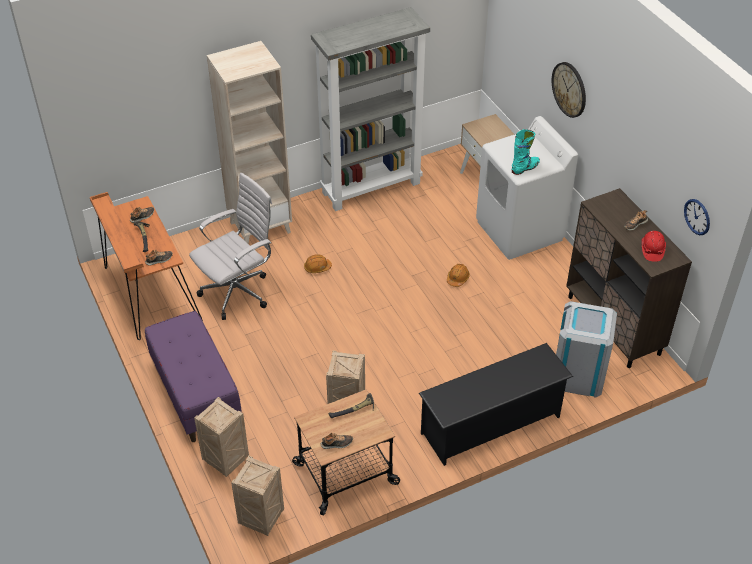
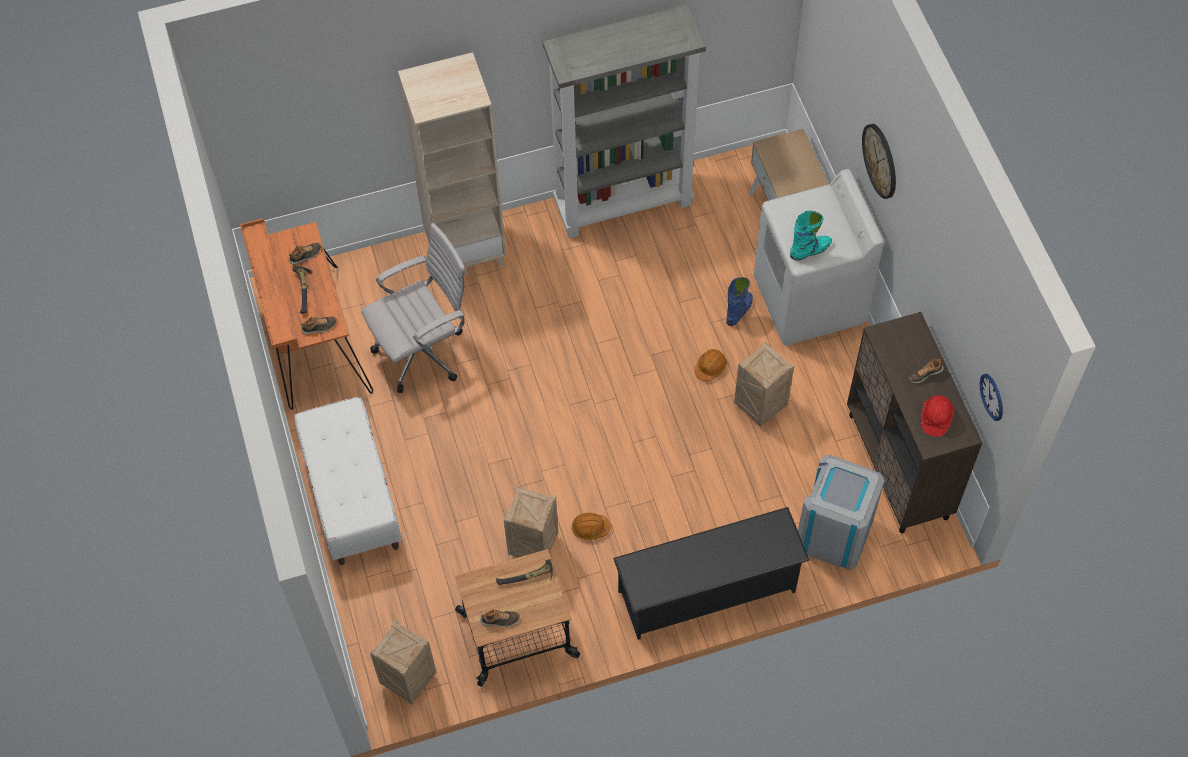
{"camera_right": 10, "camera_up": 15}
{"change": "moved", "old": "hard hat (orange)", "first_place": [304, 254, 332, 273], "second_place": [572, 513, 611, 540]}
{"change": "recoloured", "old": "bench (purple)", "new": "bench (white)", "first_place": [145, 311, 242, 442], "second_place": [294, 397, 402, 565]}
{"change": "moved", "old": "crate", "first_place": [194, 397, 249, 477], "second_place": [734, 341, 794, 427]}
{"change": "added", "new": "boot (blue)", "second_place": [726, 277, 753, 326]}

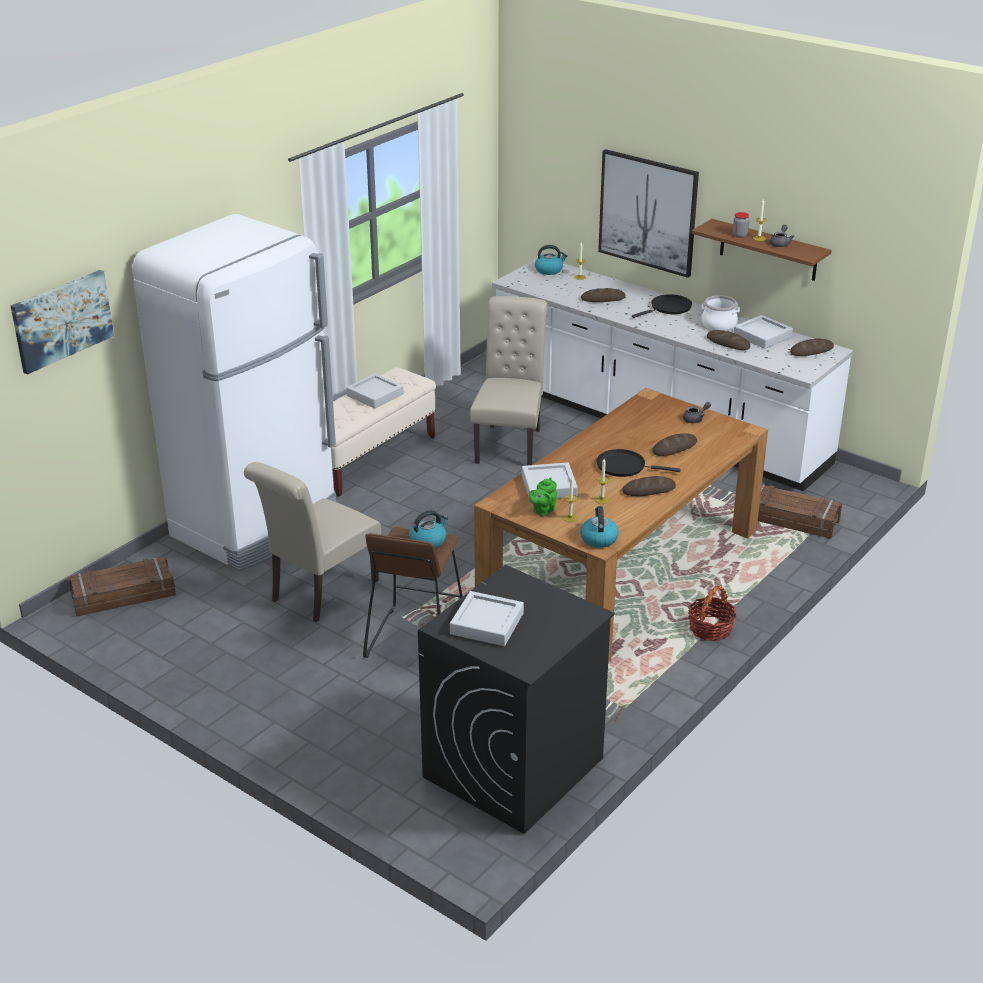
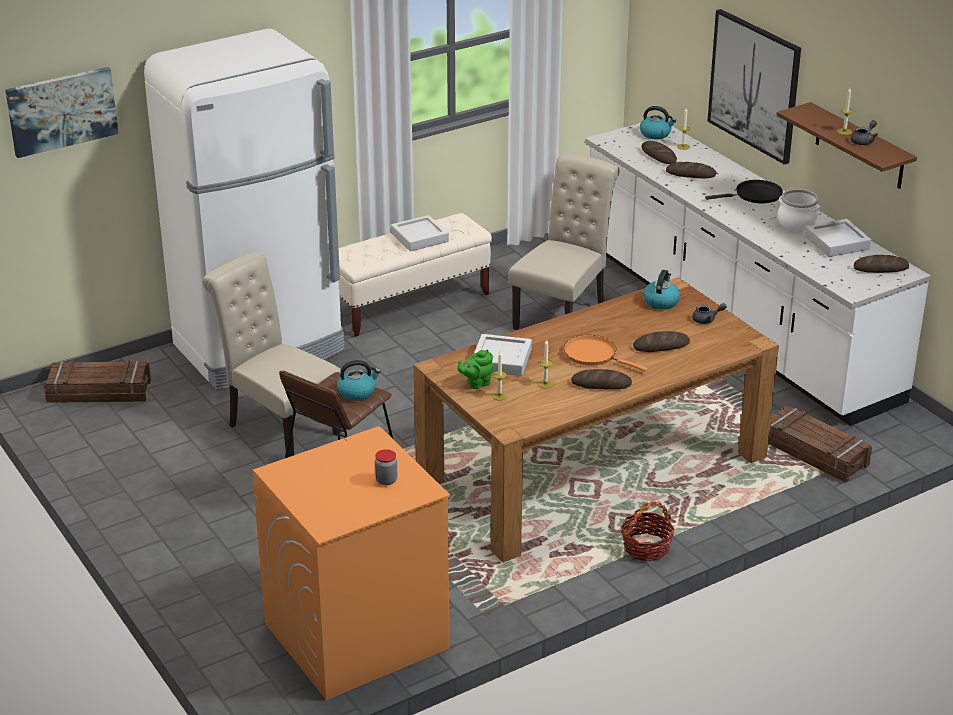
{"camera_right": 20, "camera_up": 0}
{"change": "moved", "old": "jar", "first_place": [733, 212, 749, 238], "second_place": [375, 449, 397, 485]}
{"change": "moved", "old": "bread", "first_place": [707, 330, 751, 350], "second_place": [641, 141, 677, 164]}
{"change": "recoloured", "old": "frying pan (black)", "new": "frying pan (orange)", "first_place": [596, 449, 681, 477], "second_place": [564, 335, 648, 372]}
{"change": "turned", "old": "chair (beige)", "first_place": [244, 462, 381, 622], "second_place": [202, 252, 341, 457], "degrees": 75}
{"change": "moved", "old": "kettle", "first_place": [580, 506, 619, 548], "second_place": [643, 270, 680, 309]}
{"change": "recoloured", "old": "washing machine (black)", "new": "washing machine (orange)", "first_place": [418, 565, 615, 834], "second_place": [252, 426, 450, 700]}
{"change": "removed", "old": "tray (grey)", "first_place": [450, 591, 524, 646]}

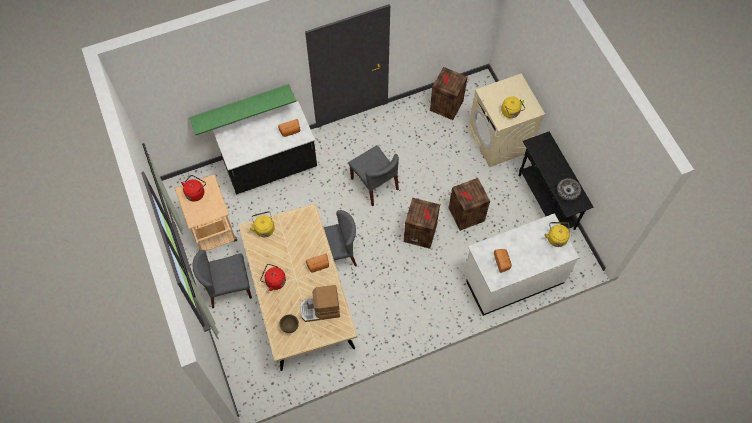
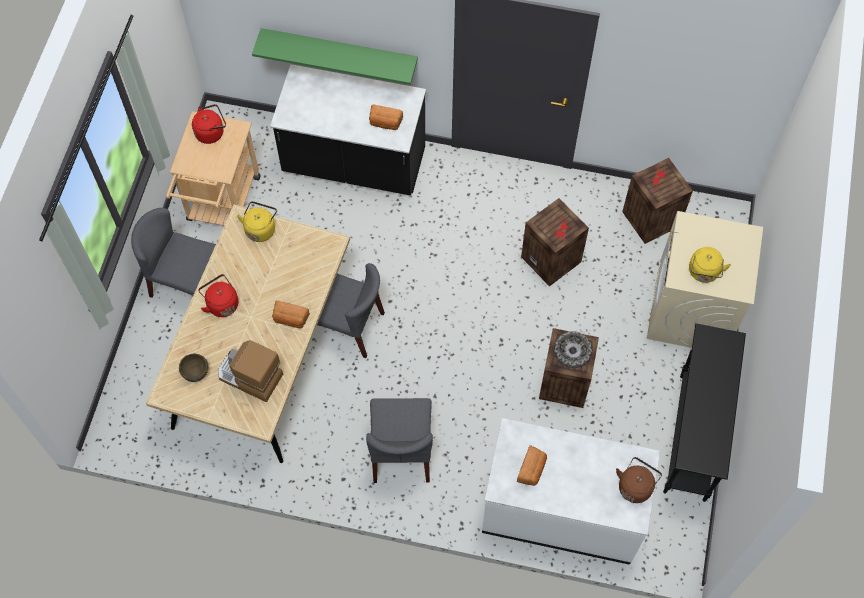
{"camera_right": 35, "camera_up": 0}
{"change": "moved", "old": "chair (grey)", "first_place": [349, 145, 399, 206], "second_place": [366, 398, 433, 483]}
{"change": "moved", "old": "bowl", "first_place": [557, 178, 581, 201], "second_place": [554, 331, 593, 368]}
{"change": "moved", "old": "crate", "first_place": [404, 198, 440, 249], "second_place": [521, 198, 589, 287]}
{"change": "recoloured", "old": "kettle (yellow)", "new": "kettle (brown)", "first_place": [545, 222, 570, 247], "second_place": [616, 457, 662, 503]}

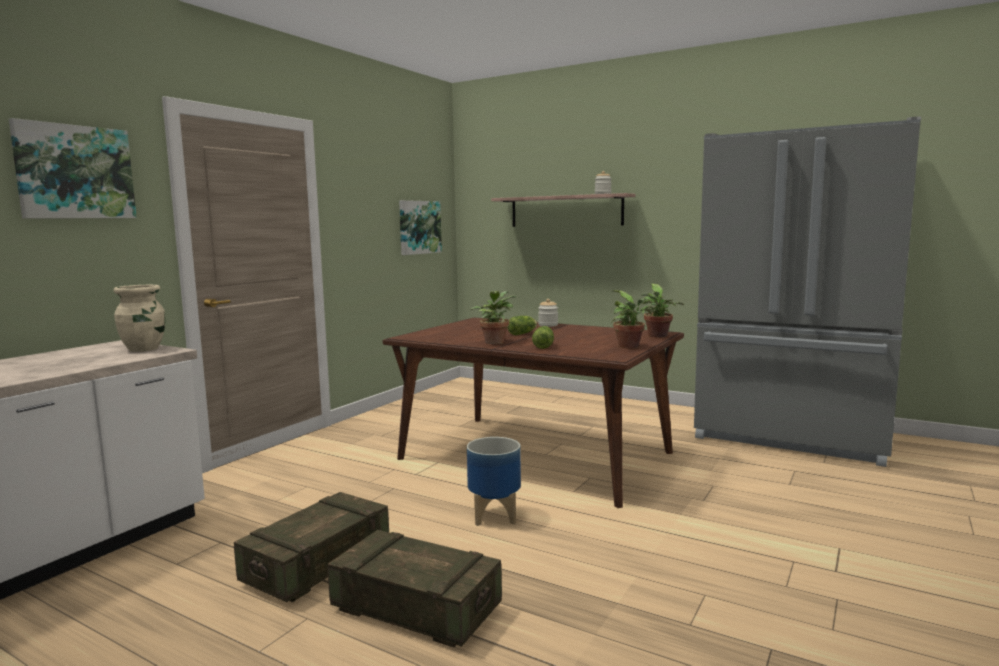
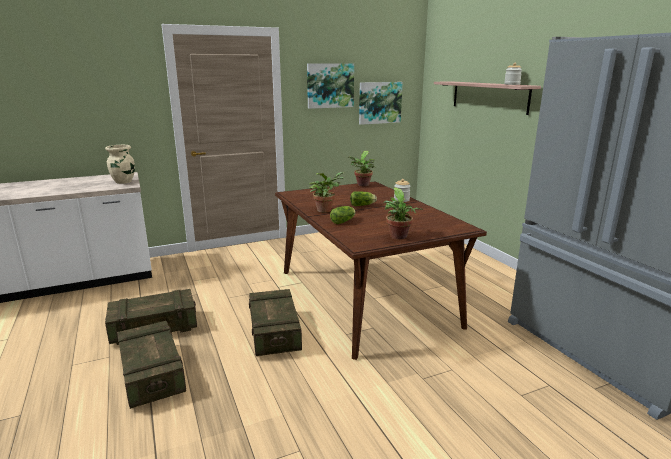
{"camera_right": 35, "camera_up": 10}
{"change": "moved", "old": "picture", "first_place": [9, 118, 137, 219], "second_place": [307, 63, 354, 109]}
{"change": "moved", "old": "potted plant", "first_place": [642, 284, 684, 337], "second_place": [347, 151, 376, 186]}
{"change": "replaced", "old": "planter", "new": "crate", "first_place": [467, 437, 521, 526], "second_place": [249, 289, 302, 356]}

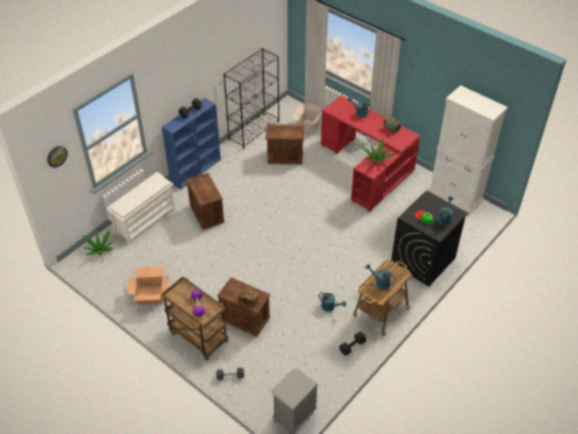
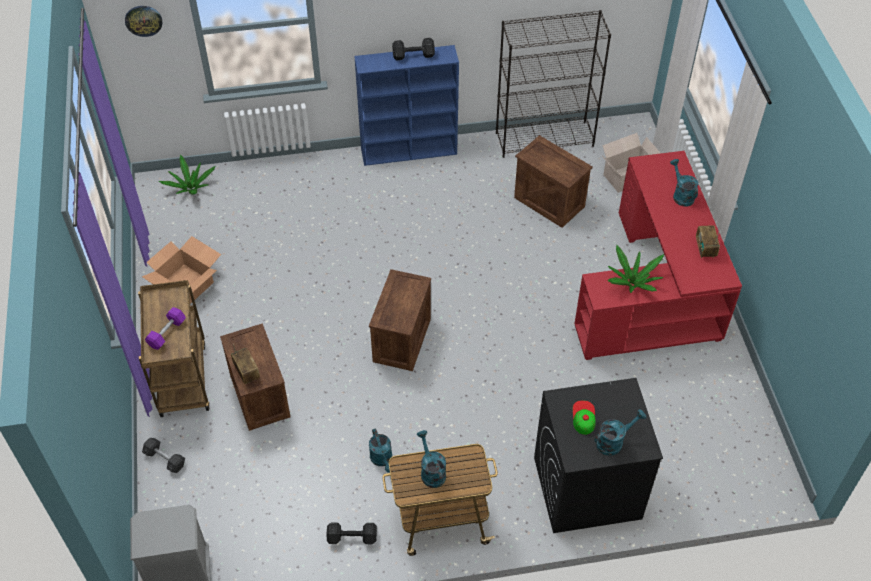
{"camera_right": 40, "camera_up": 5}
{"change": "removed", "old": "cabinet (white)", "first_place": [429, 85, 508, 214]}
{"change": "removed", "old": "shoe rack (white)", "first_place": [106, 172, 175, 244]}
{"change": "moved", "old": "crate", "first_place": [186, 173, 224, 230], "second_place": [369, 269, 431, 371]}

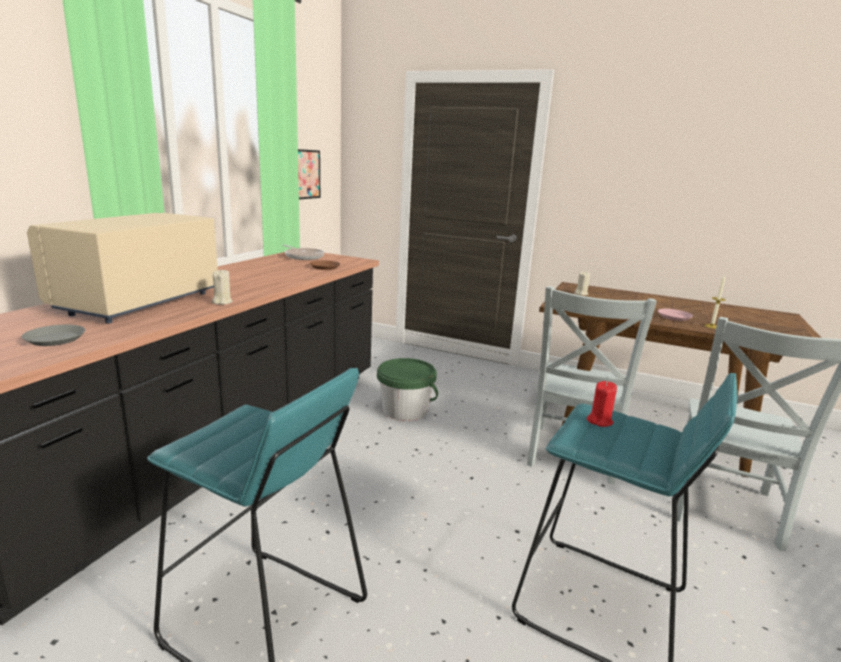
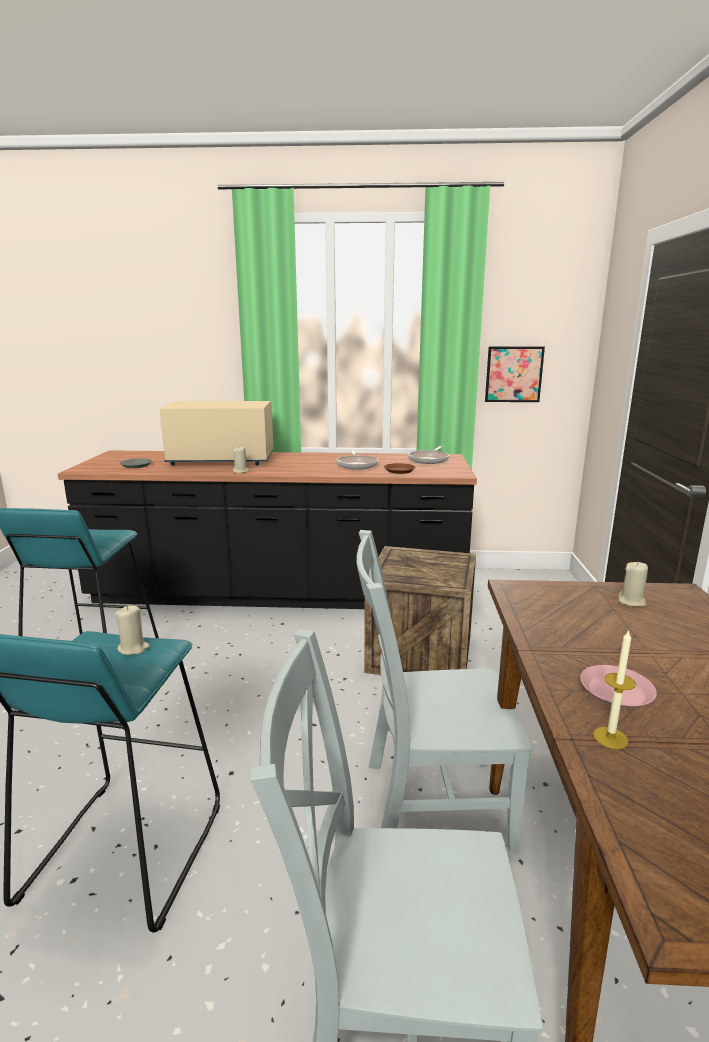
{"camera_right": 70, "camera_up": 0}
{"change": "replaced", "old": "bucket (green)", "new": "crate", "first_place": [377, 358, 438, 421], "second_place": [364, 546, 476, 675]}
{"change": "recoloured", "old": "candle (red)", "new": "candle (beige)", "first_place": [587, 381, 617, 427], "second_place": [115, 605, 150, 655]}
{"change": "added", "new": "frying pan", "second_place": [336, 450, 379, 470]}

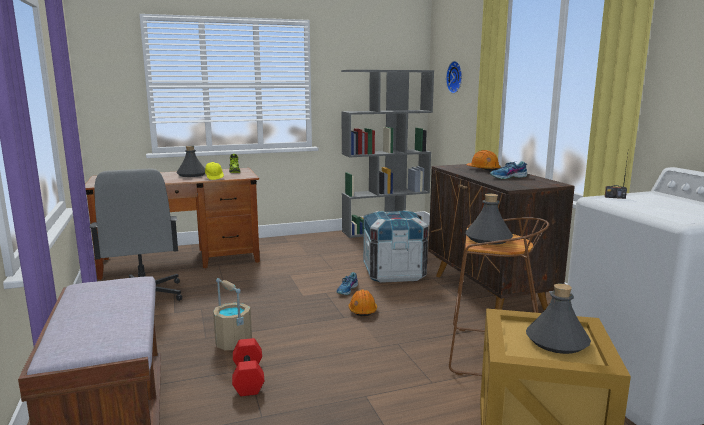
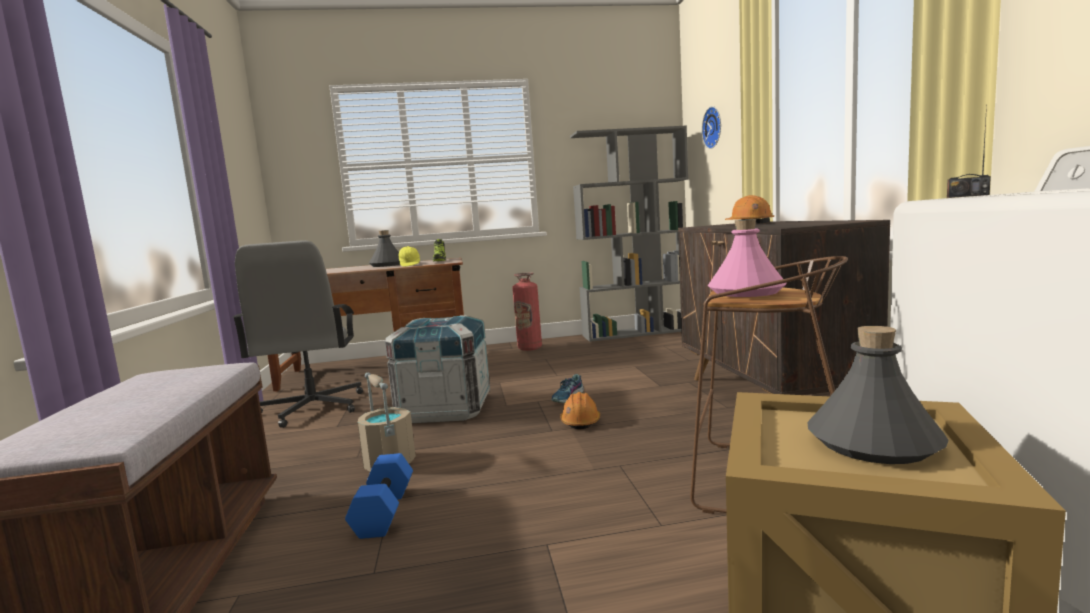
{"camera_right": 10, "camera_up": -5}
{"change": "removed", "old": "shoe", "first_place": [490, 161, 527, 179]}
{"change": "recoloured", "old": "bottle (grey)", "new": "bottle (pink)", "first_place": [465, 194, 513, 245], "second_place": [708, 219, 786, 297]}
{"change": "moved", "old": "crate", "first_place": [363, 210, 428, 283], "second_place": [385, 315, 490, 423]}
{"change": "recoloured", "old": "dumbbell (red)", "new": "dumbbell (blue)", "first_place": [232, 338, 264, 396], "second_place": [345, 453, 413, 539]}
{"change": "added", "new": "fire extinguisher", "second_place": [512, 272, 542, 351]}

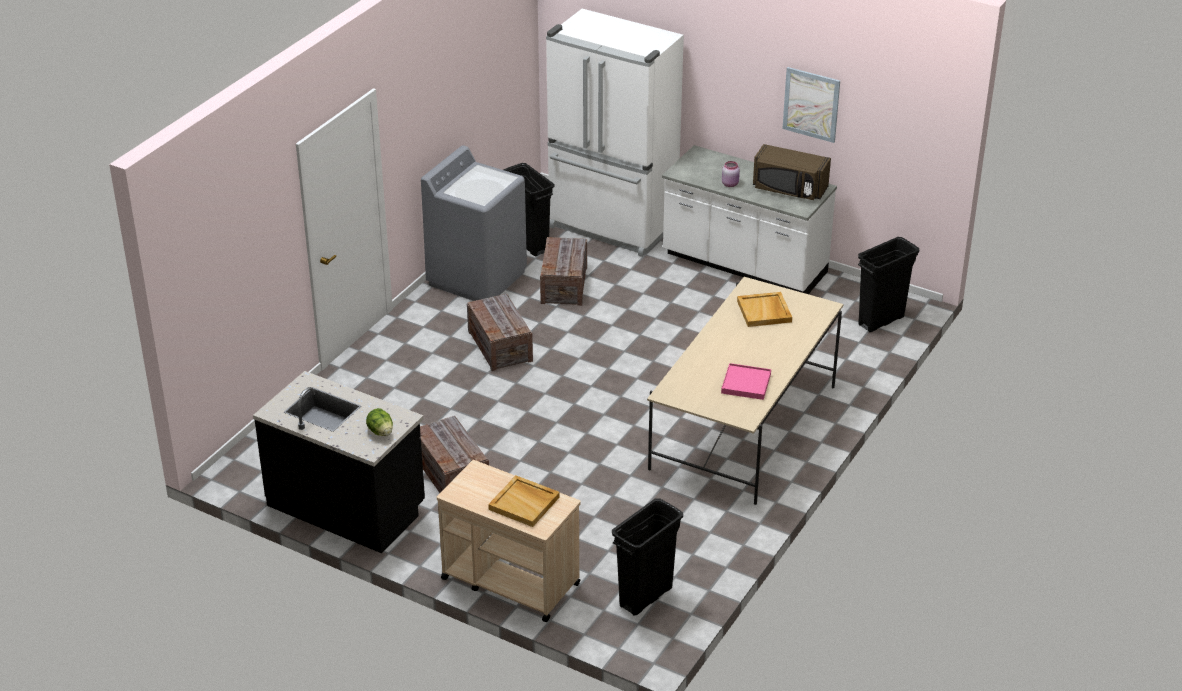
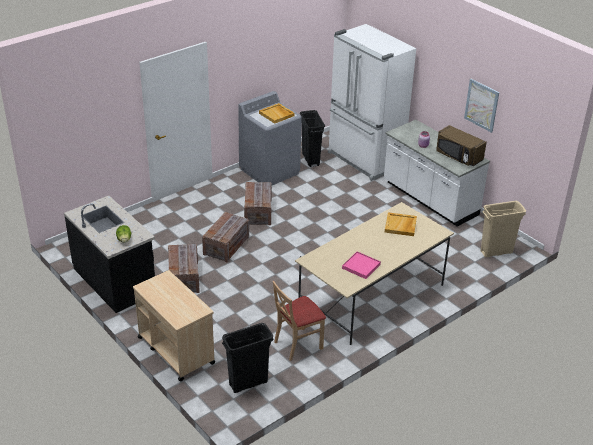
{"camera_right": 20, "camera_up": 0}
{"change": "moved", "old": "crate", "first_place": [540, 237, 587, 306], "second_place": [202, 212, 249, 263]}
{"change": "recoloured", "old": "trash can (black)", "new": "trash can (beige)", "first_place": [858, 237, 919, 332], "second_place": [480, 201, 526, 257]}
{"change": "moved", "old": "tray (beige)", "first_place": [488, 475, 560, 527], "second_place": [259, 103, 295, 124]}
{"change": "added", "new": "chair (beige)", "second_place": [273, 281, 326, 361]}

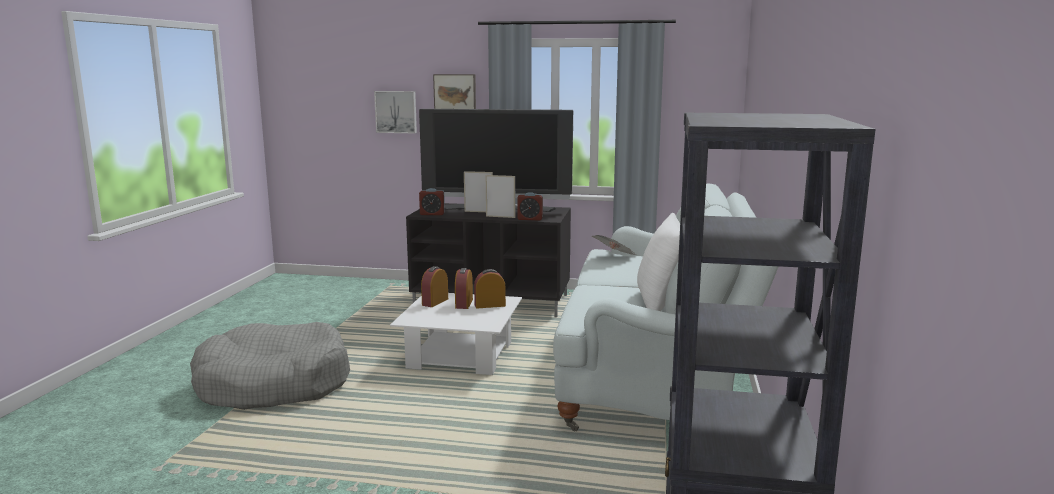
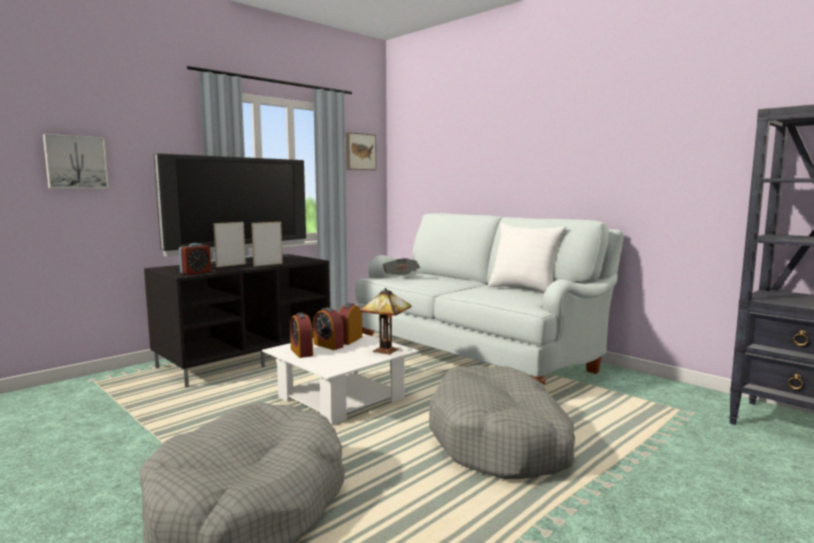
{"camera_right": -55, "camera_up": -5}
{"change": "moved", "old": "picture", "first_place": [433, 74, 476, 109], "second_place": [346, 132, 376, 170]}
{"change": "removed", "old": "alarm clock", "first_place": [517, 192, 543, 221]}
{"change": "added", "new": "table lamp", "second_place": [360, 288, 412, 354]}
{"change": "added", "new": "dog bed (grey)", "second_place": [429, 365, 575, 479]}

